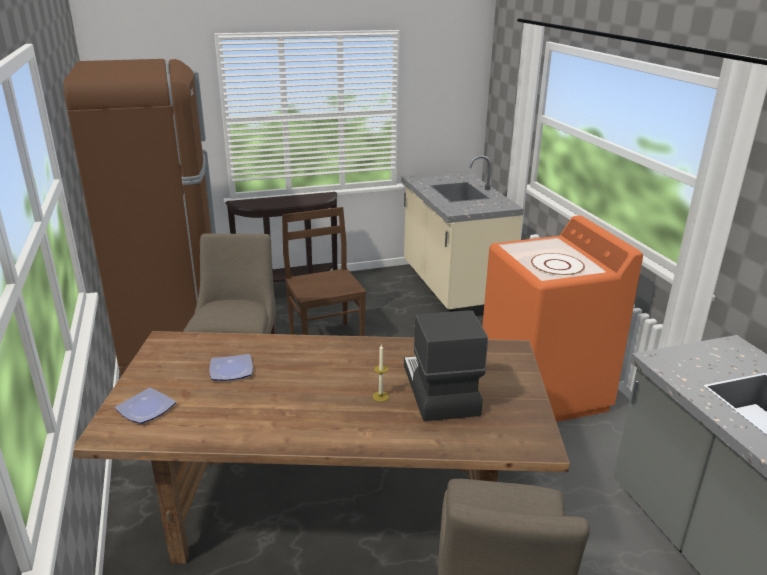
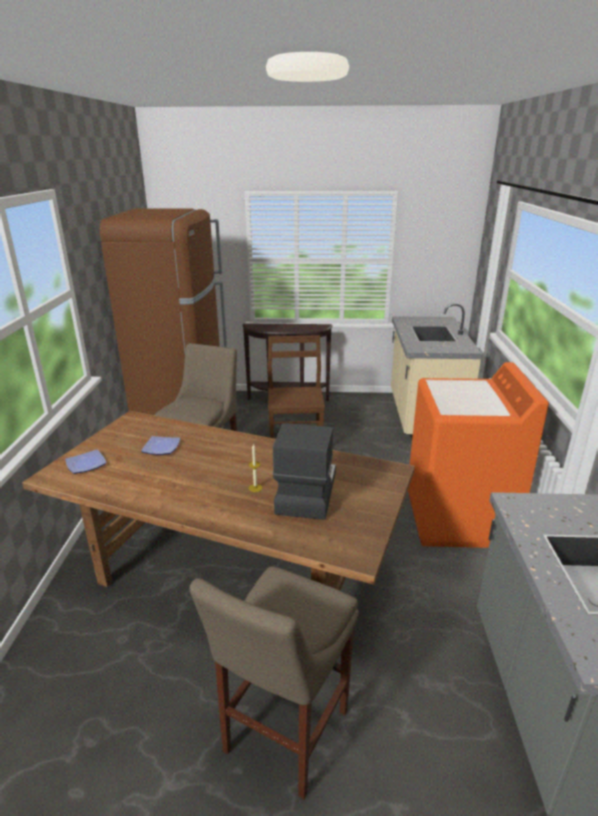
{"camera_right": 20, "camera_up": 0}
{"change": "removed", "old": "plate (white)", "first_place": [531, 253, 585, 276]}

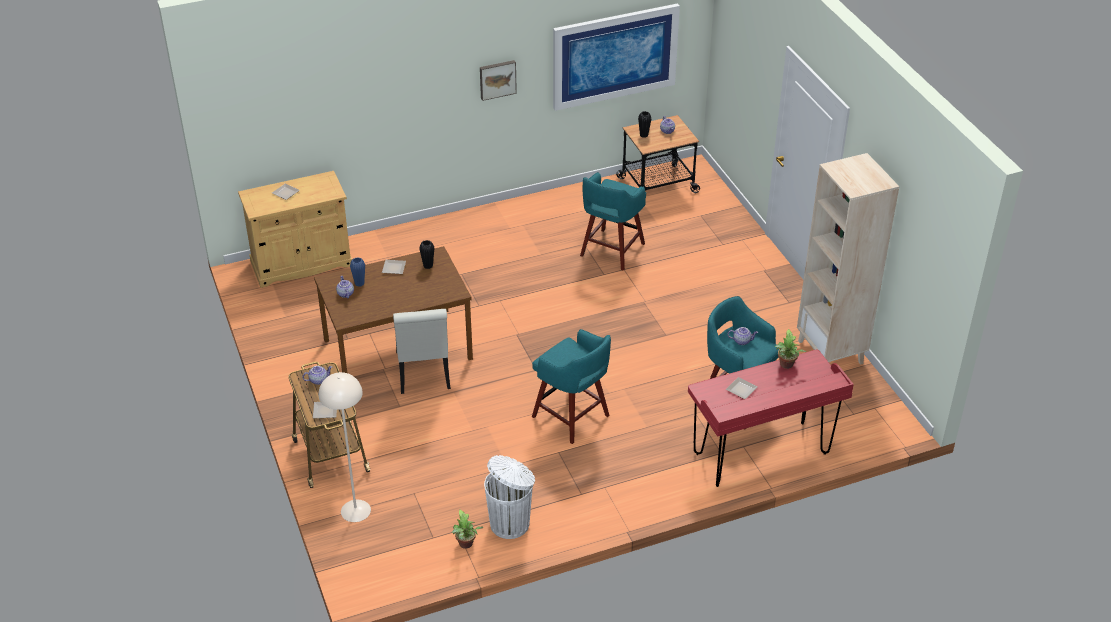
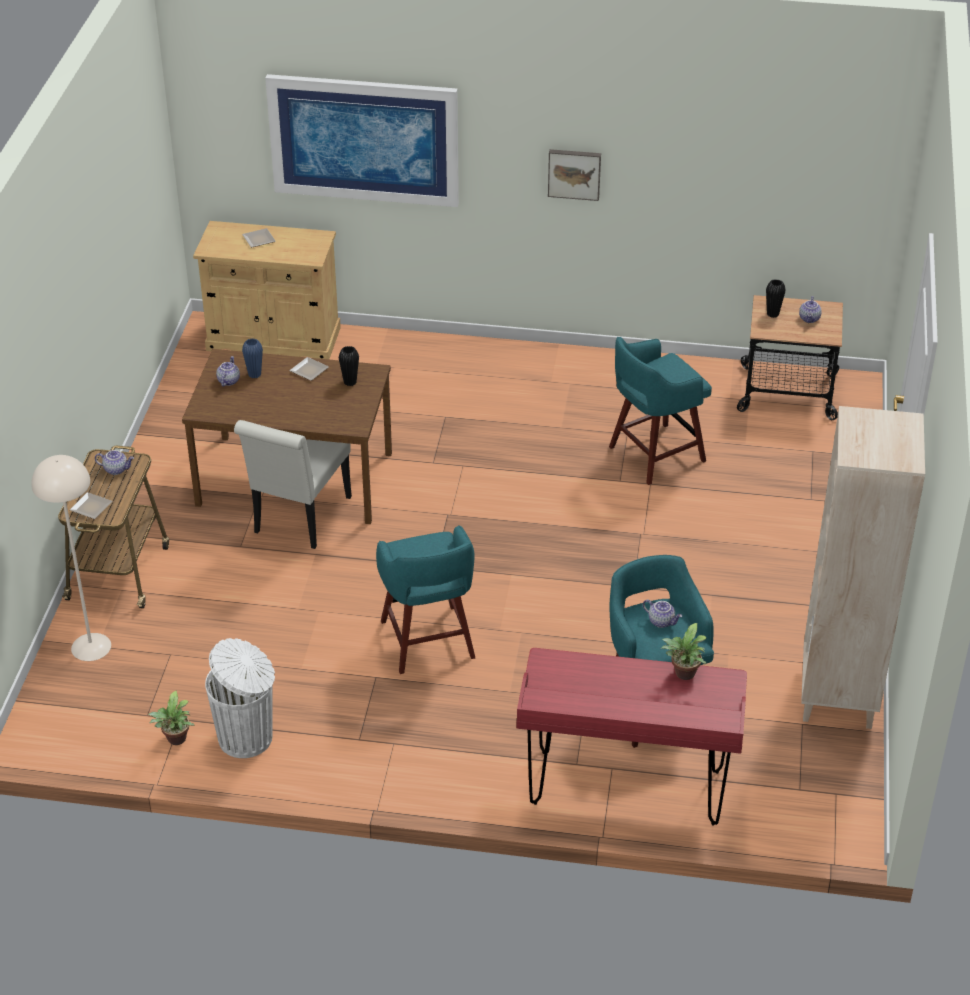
{"camera_right": 30, "camera_up": 0}
{"change": "moved", "old": "picture", "first_place": [553, 3, 680, 111], "second_place": [265, 74, 459, 207]}
{"change": "removed", "old": "plate", "first_place": [726, 377, 757, 399]}

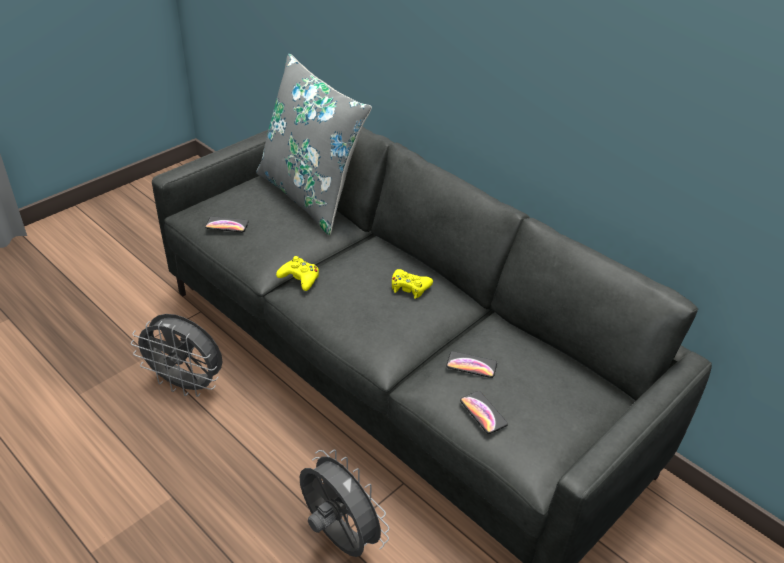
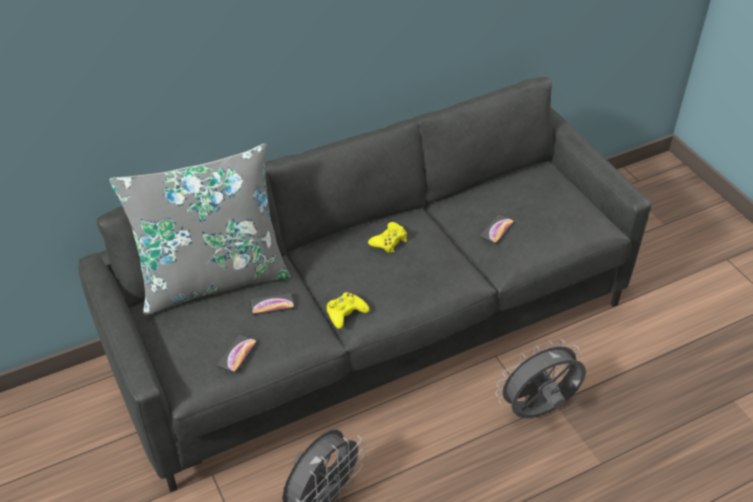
{"camera_right": -70, "camera_up": 5}
{"change": "moved", "old": "phone", "first_place": [460, 391, 508, 434], "second_place": [250, 293, 295, 315]}

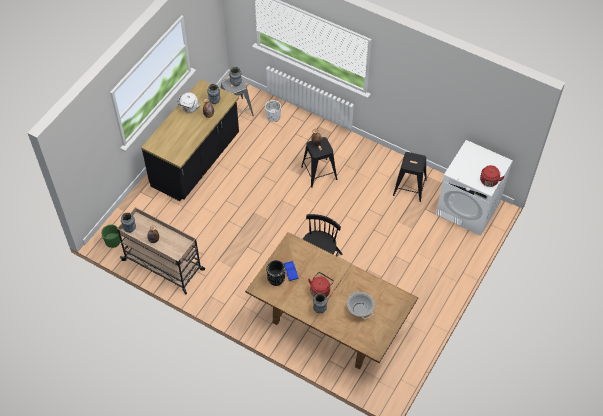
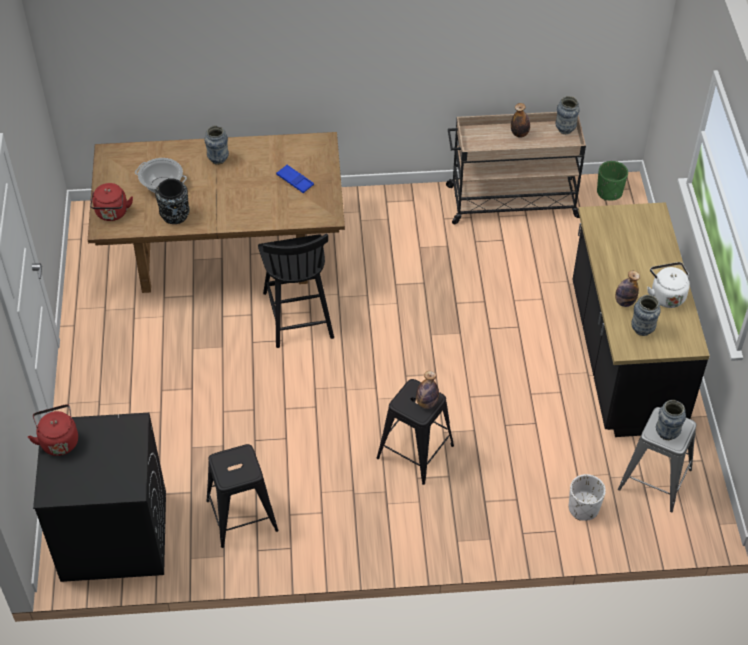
{"camera_right": 145, "camera_up": -5}
{"change": "recoloured", "old": "washing machine (white)", "new": "washing machine (black)", "first_place": [436, 140, 513, 236], "second_place": [33, 413, 166, 582]}
{"change": "moved", "old": "vase (black)", "first_place": [266, 260, 286, 286], "second_place": [155, 179, 190, 224]}
{"change": "moved", "old": "kettle (red)", "first_place": [308, 272, 334, 297], "second_place": [90, 183, 133, 221]}

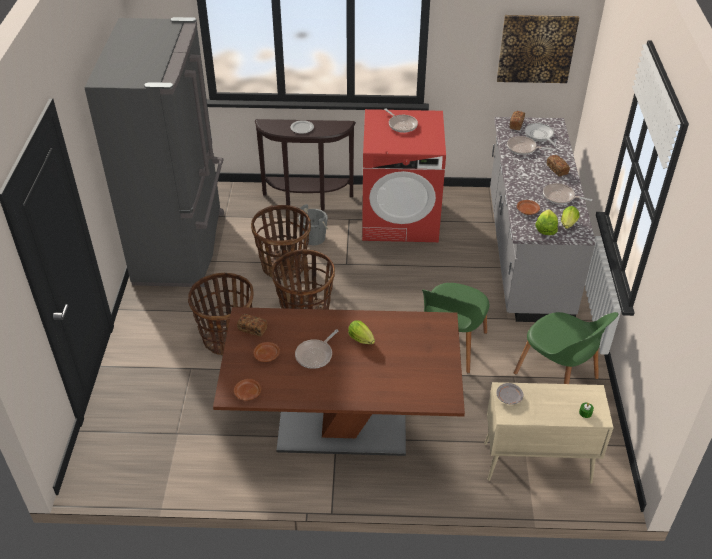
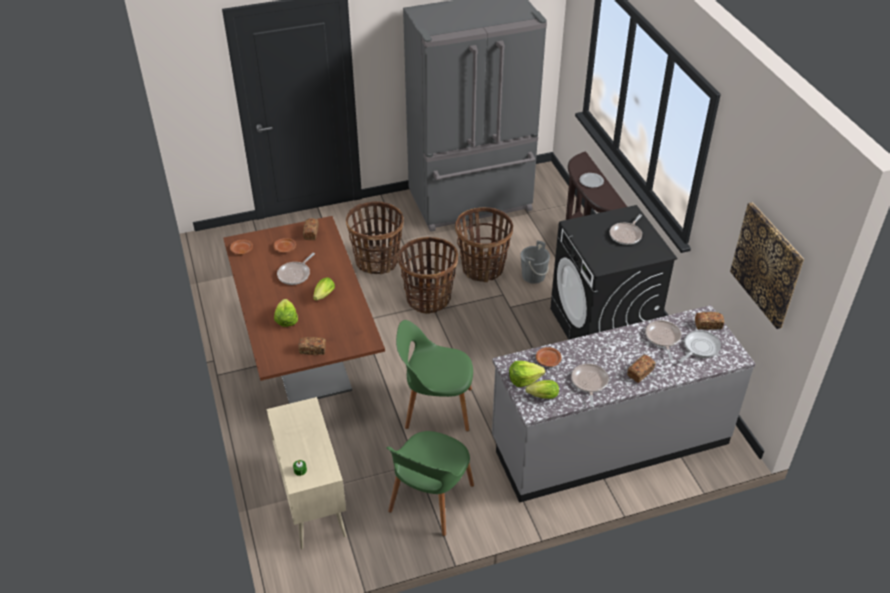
{"camera_right": 70, "camera_up": 0}
{"change": "recoloured", "old": "washing machine (red)", "new": "washing machine (black)", "first_place": [362, 109, 446, 242], "second_place": [550, 205, 677, 340]}
{"change": "turned", "old": "frying pan", "first_place": [295, 329, 338, 369], "second_place": [277, 253, 315, 285], "degrees": -75}
{"change": "removed", "old": "plate (grey)", "first_place": [496, 383, 523, 405]}
{"change": "added", "new": "lettuce", "second_place": [274, 299, 298, 327]}
{"change": "added", "new": "bread", "second_place": [298, 337, 326, 355]}

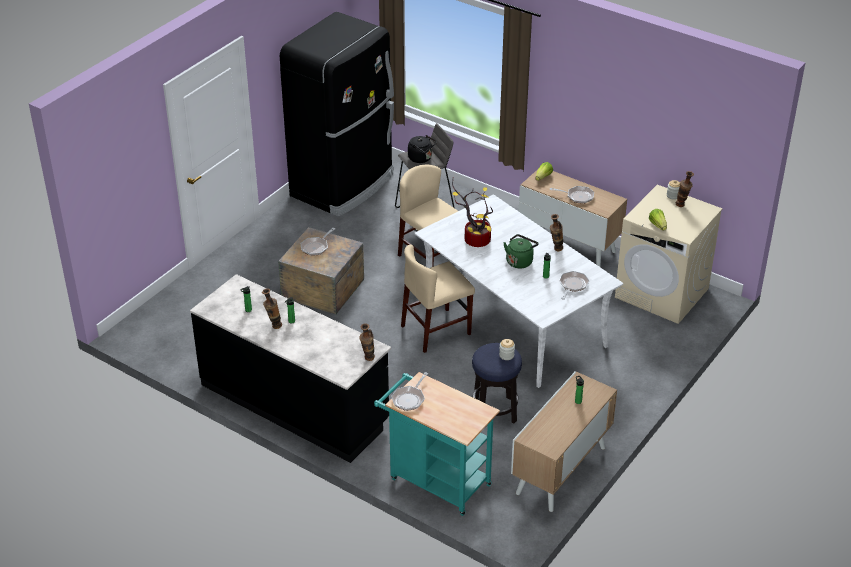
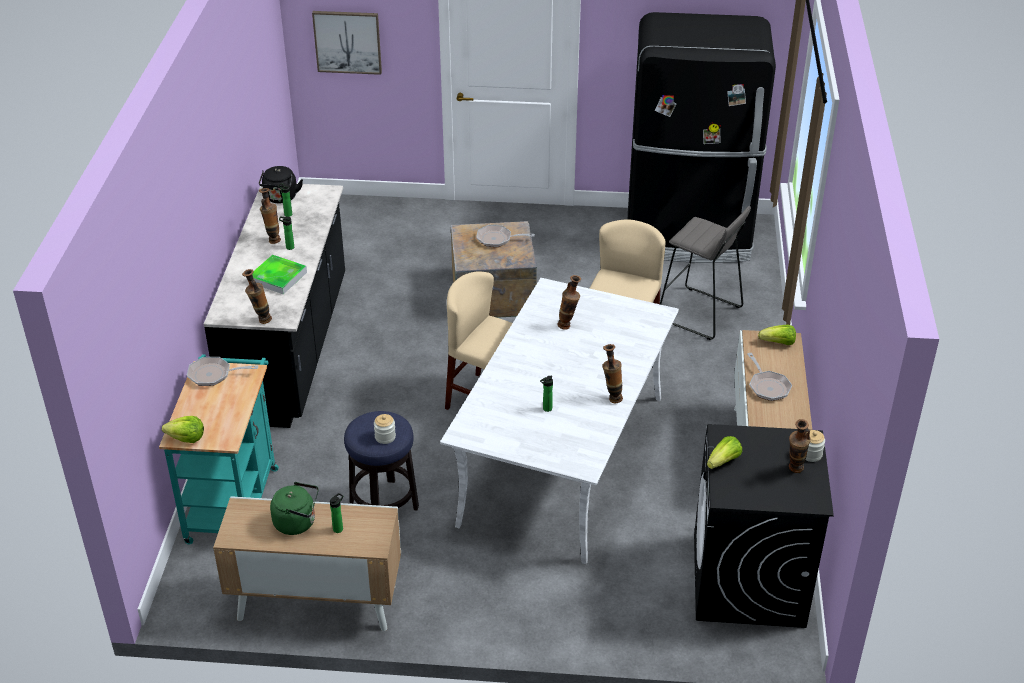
{"camera_right": 60, "camera_up": 0}
{"change": "moved", "old": "kettle (black)", "first_place": [408, 135, 437, 163], "second_place": [259, 166, 303, 203]}
{"change": "replaced", "old": "potted plant", "new": "vase", "first_place": [452, 181, 493, 247], "second_place": [557, 275, 581, 330]}
{"change": "recoloured", "old": "washing machine (beige)", "new": "washing machine (black)", "first_place": [615, 185, 723, 324], "second_place": [694, 424, 834, 628]}
{"change": "moved", "old": "kettle (green)", "first_place": [503, 234, 538, 269], "second_place": [270, 482, 319, 535]}
{"change": "removed", "old": "frying pan", "first_place": [559, 271, 589, 300]}
{"change": "added", "new": "picture", "second_place": [312, 11, 382, 75]}
{"change": "added", "new": "tray", "second_place": [252, 255, 307, 294]}
{"change": "added", "new": "lettuce", "second_place": [162, 416, 204, 443]}

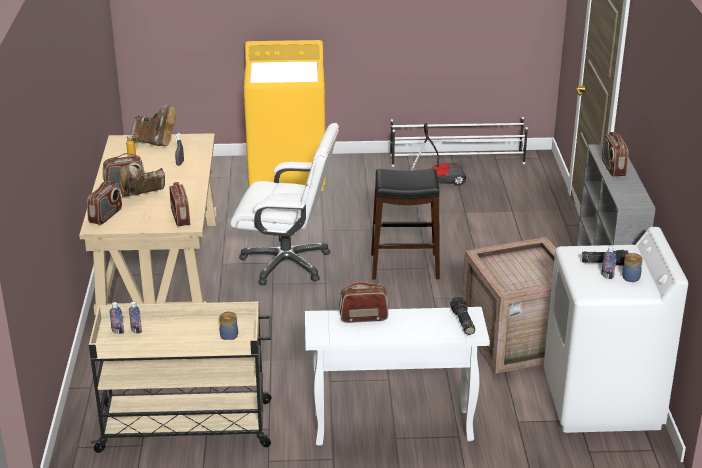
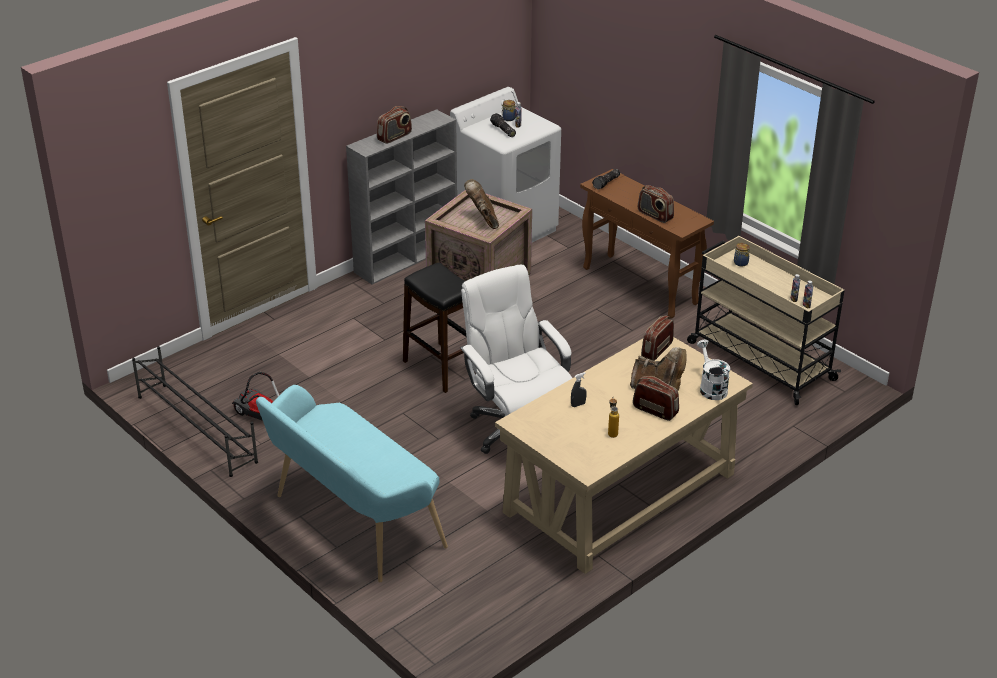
{"camera_right": -130, "camera_up": 5}
{"change": "replaced", "old": "washing machine (yellow)", "new": "bench (turquoise)", "first_place": [244, 40, 326, 191], "second_place": [256, 385, 448, 582]}
{"change": "moved", "old": "boot (brown)", "first_place": [131, 105, 176, 146], "second_place": [464, 179, 499, 229]}
{"change": "recoloured", "old": "shoe rack (white)", "new": "shoe rack (black)", "first_place": [390, 117, 528, 167], "second_place": [132, 346, 258, 477]}
{"change": "replaced", "old": "radio", "new": "watering can (white)", "first_place": [87, 181, 122, 225], "second_place": [697, 340, 730, 400]}
{"change": "recoloured", "old": "console table (white)", "new": "console table (brown)", "first_place": [305, 307, 490, 446], "second_place": [580, 169, 714, 319]}

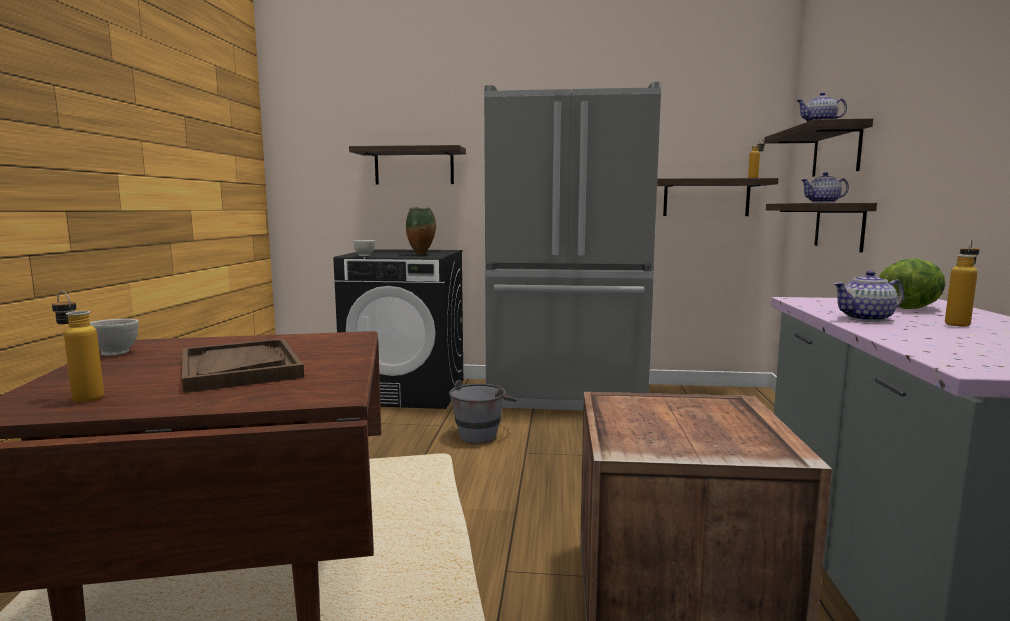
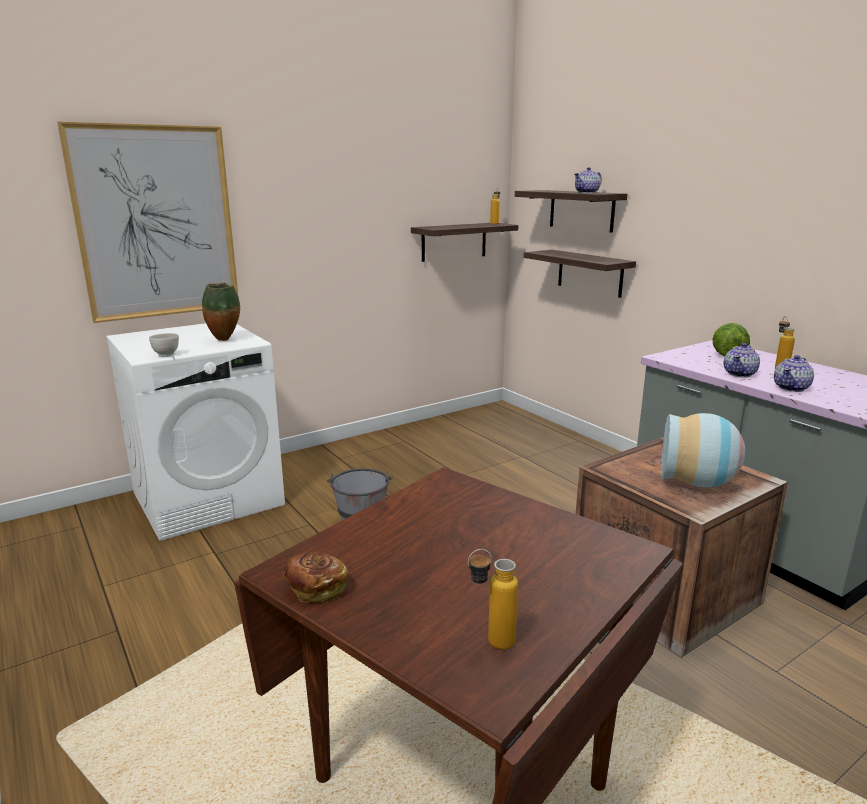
{"camera_right": -40, "camera_up": 10}
{"change": "removed", "old": "fridge (grey)", "first_place": [484, 82, 662, 410]}
{"change": "replaced", "old": "shelf", "new": "picture", "first_place": [349, 145, 466, 184], "second_place": [57, 121, 238, 323]}
{"change": "moved", "old": "teapot", "first_place": [801, 172, 849, 203], "second_place": [774, 355, 814, 392]}
{"change": "recoloured", "old": "washing machine (black)", "new": "washing machine (white)", "first_place": [333, 249, 463, 409], "second_place": [106, 323, 285, 541]}
{"change": "replaced", "old": "bowl (white)", "new": "bread", "first_place": [90, 319, 138, 355], "second_place": [283, 553, 348, 603]}
{"change": "removed", "old": "tray (brown)", "first_place": [182, 339, 304, 393]}
{"change": "added", "new": "vase", "second_place": [661, 413, 745, 488]}

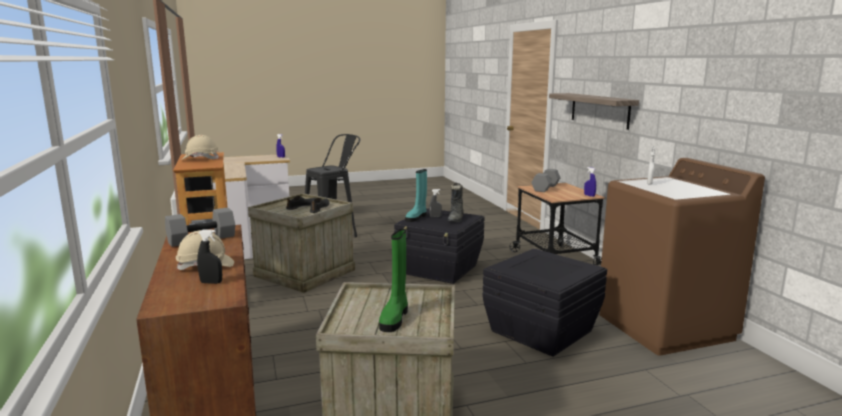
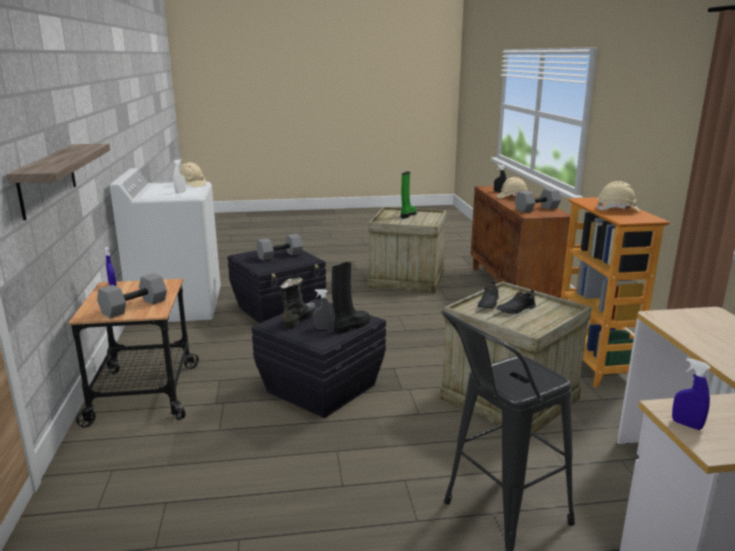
{"camera_right": -170, "camera_up": 5}
{"change": "recoloured", "old": "washing machine (brown)", "new": "washing machine (white)", "first_place": [600, 158, 765, 356], "second_place": [110, 168, 221, 322]}
{"change": "recoloured", "old": "boot (turquoise)", "new": "boot (black)", "first_place": [405, 169, 427, 222], "second_place": [332, 262, 370, 334]}
{"change": "added", "new": "hard hat (beige)", "second_place": [179, 162, 206, 187]}
{"change": "added", "new": "dumbbell (grey)", "second_place": [256, 234, 303, 261]}

